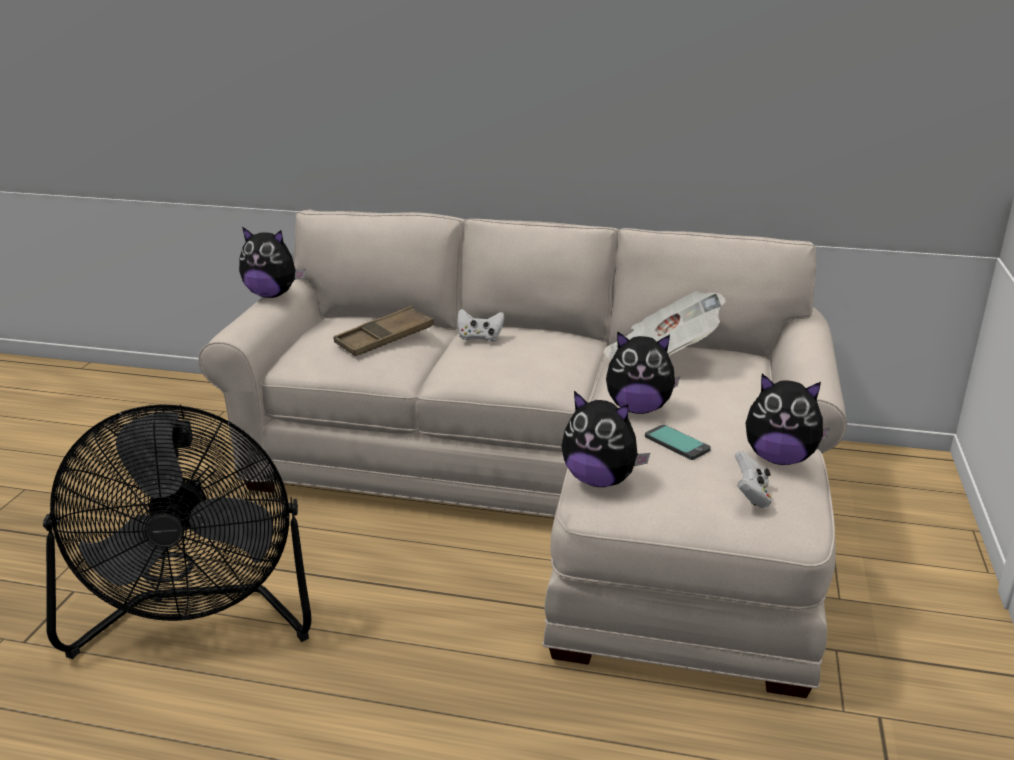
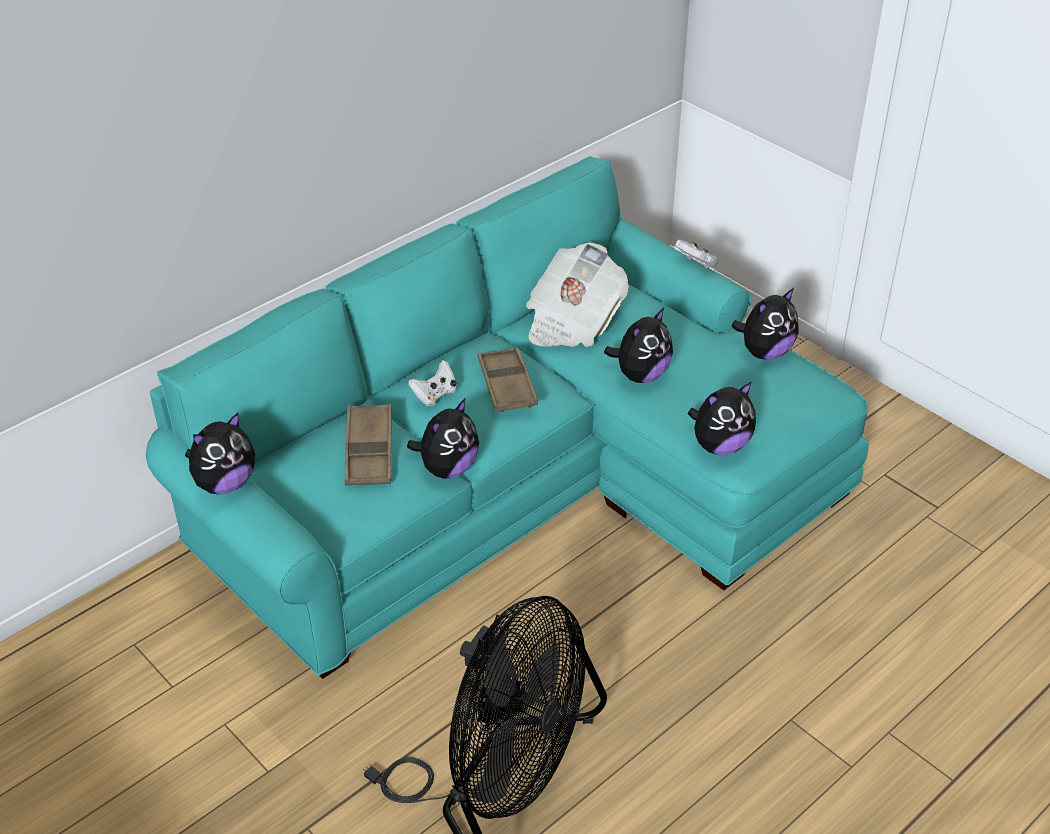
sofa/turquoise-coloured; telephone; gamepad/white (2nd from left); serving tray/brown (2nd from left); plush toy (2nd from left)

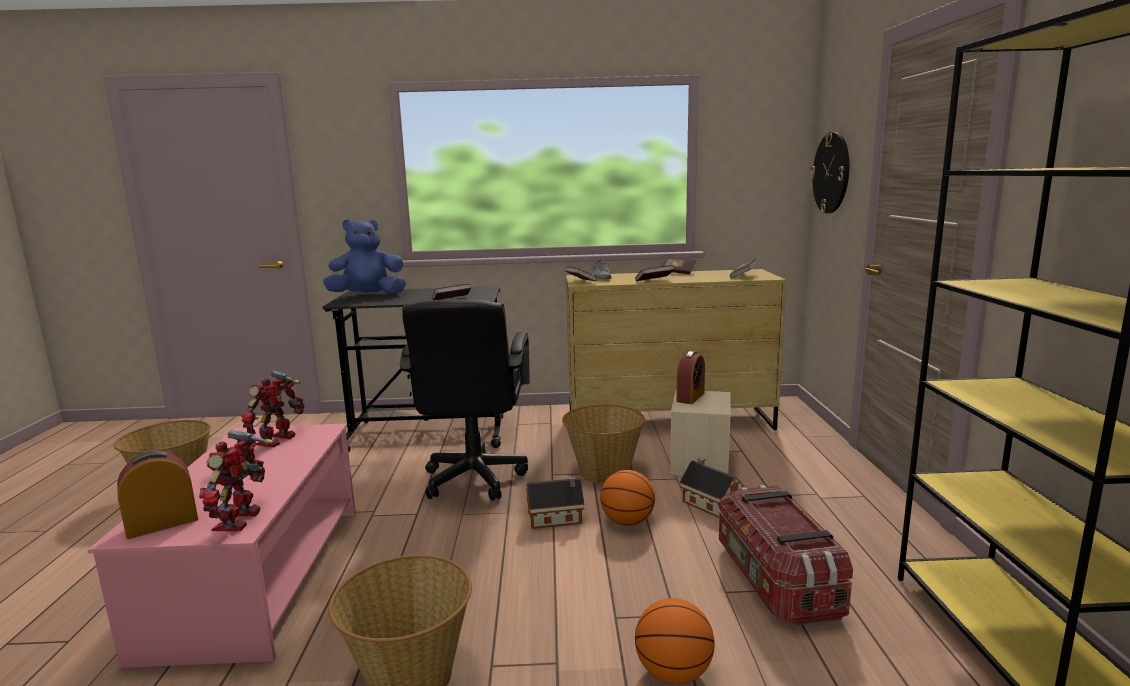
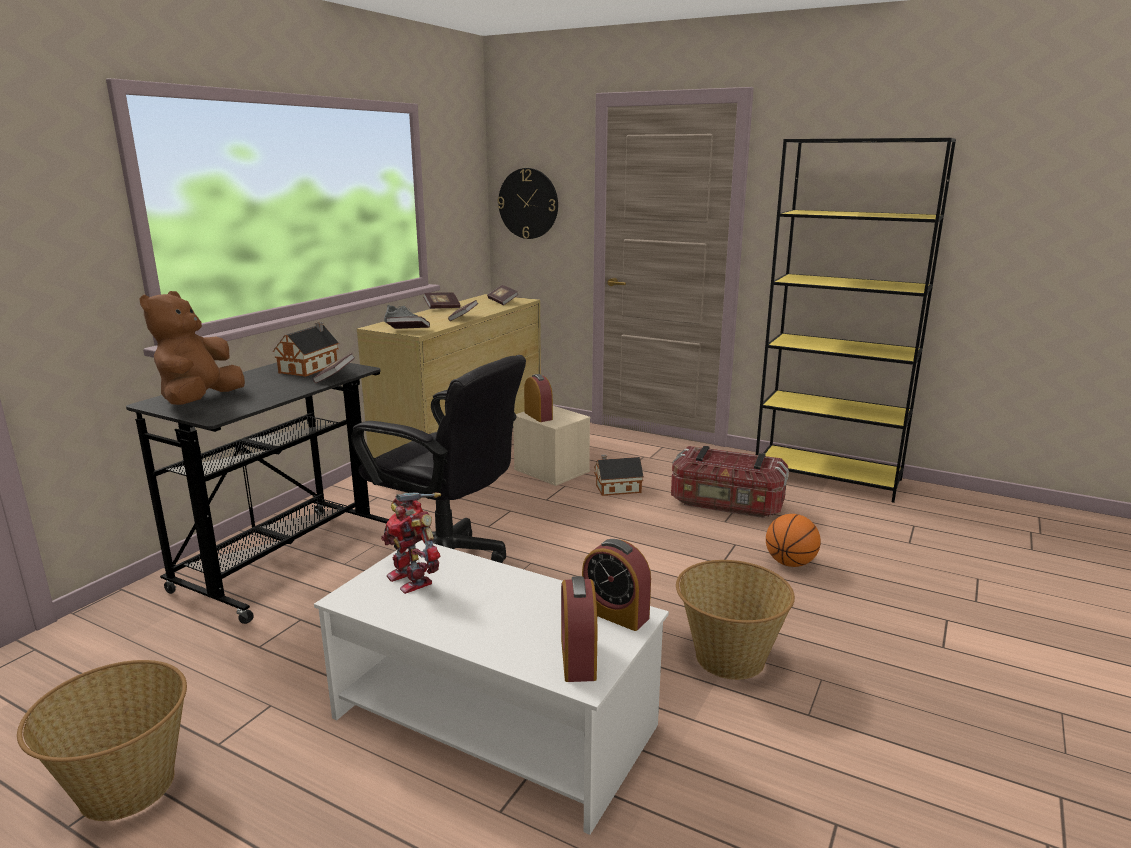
plush toy/brown; storage basket (3rd from left in the first image); low table/white; alarm clock (3rd from left); basketball (1st from left in the first image); toy house (1st from left)

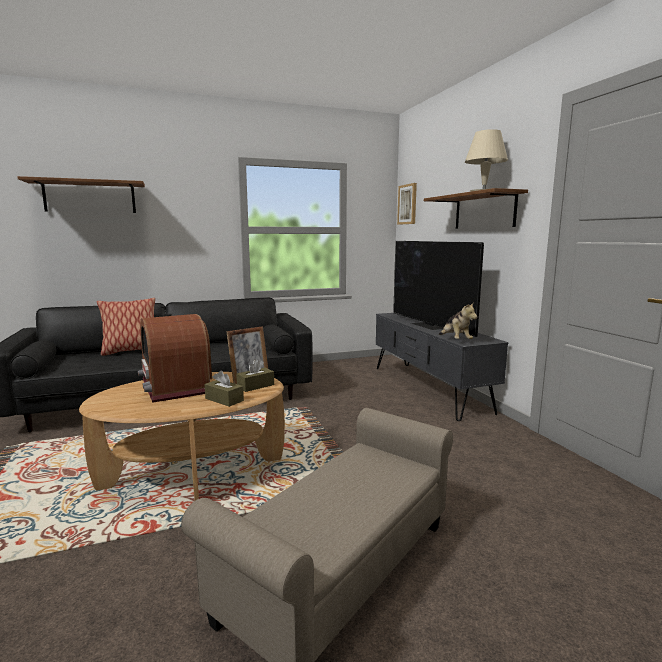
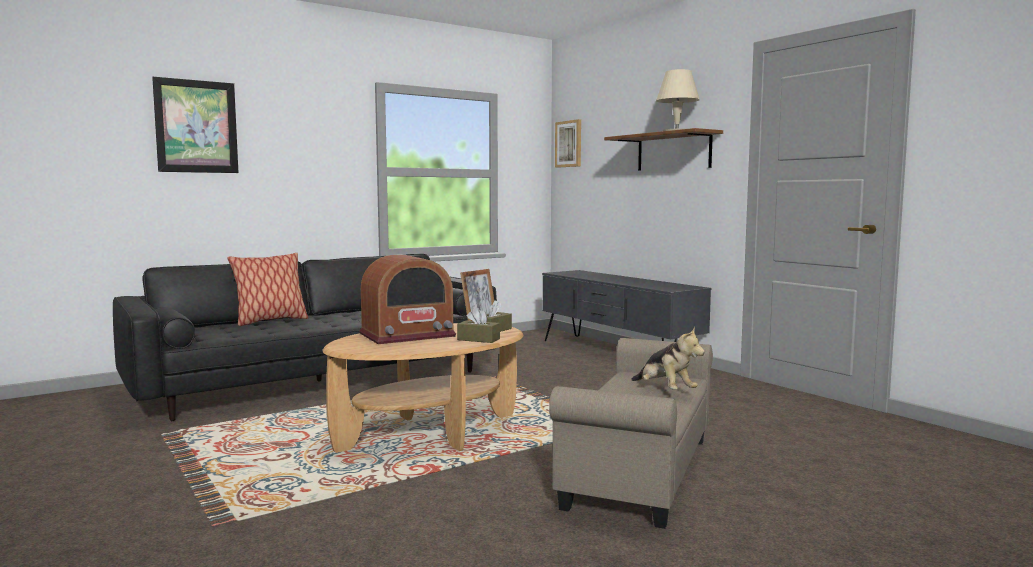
wall art (1st from left); television; plush toy; radio

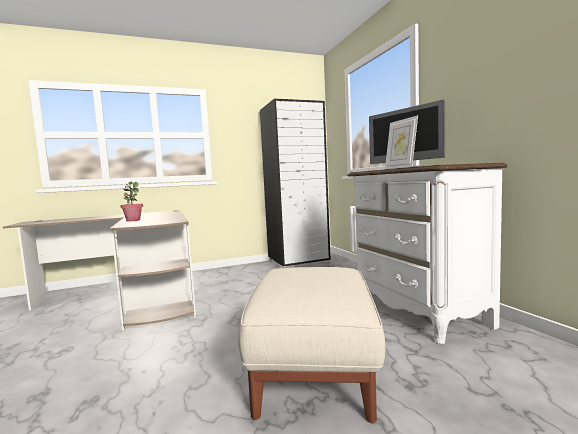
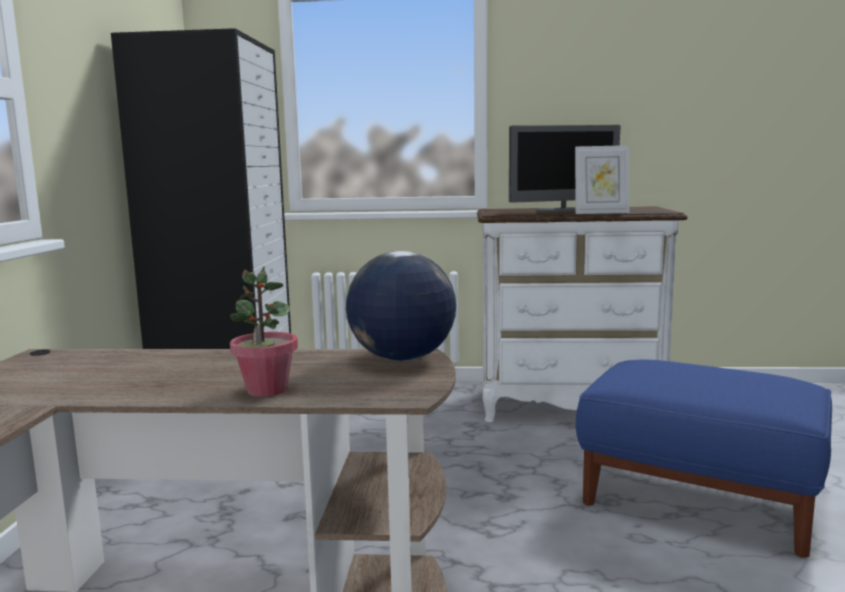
footrest/bluish; world globe

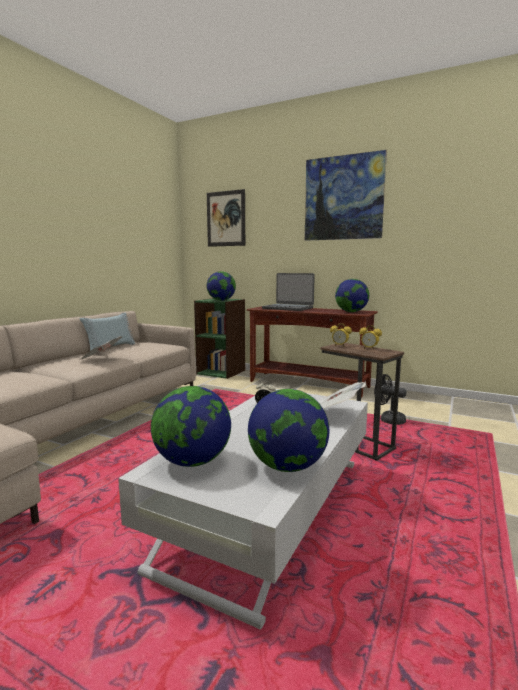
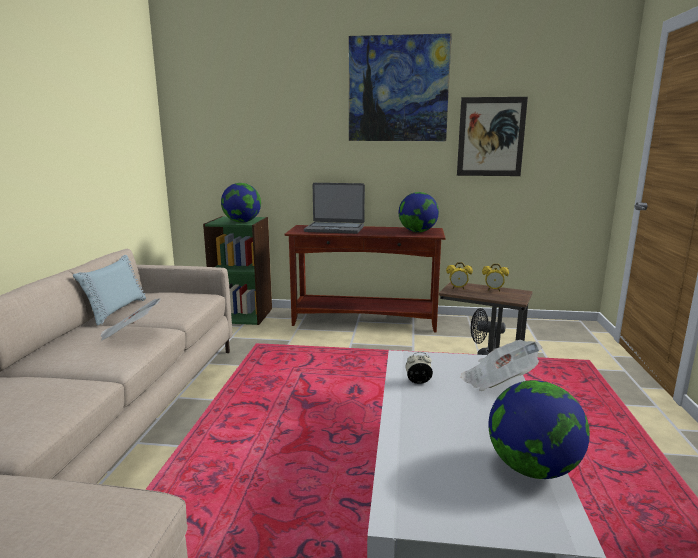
wall art (2nd from left); world globe (1st from left in the first image)

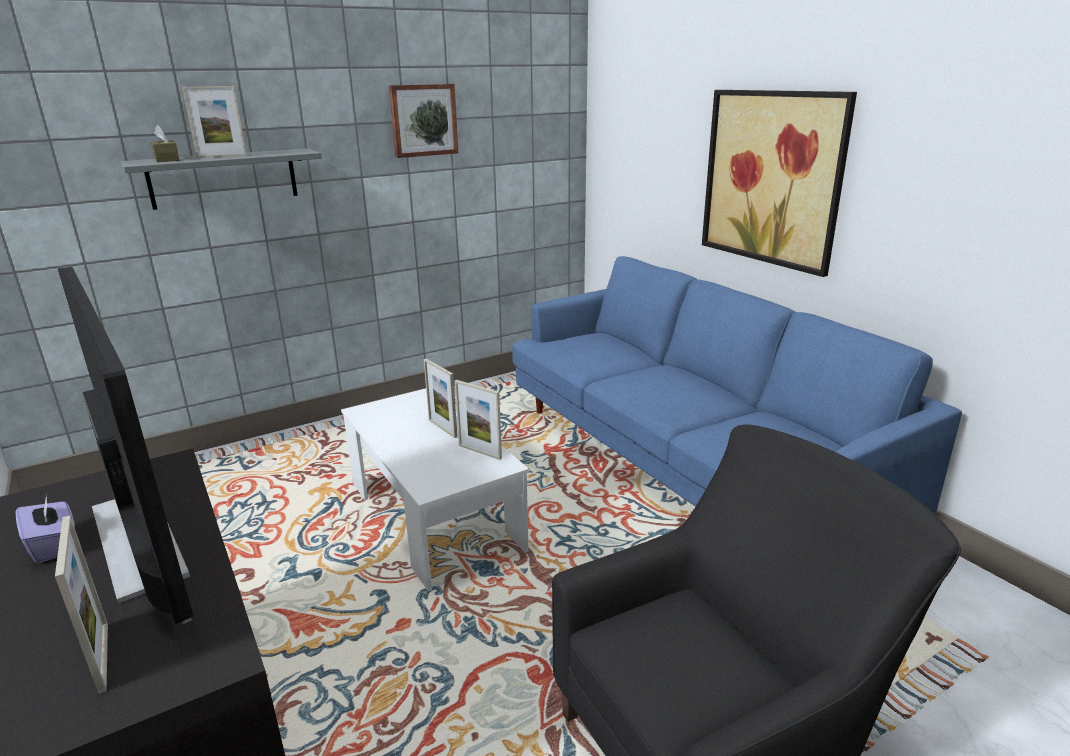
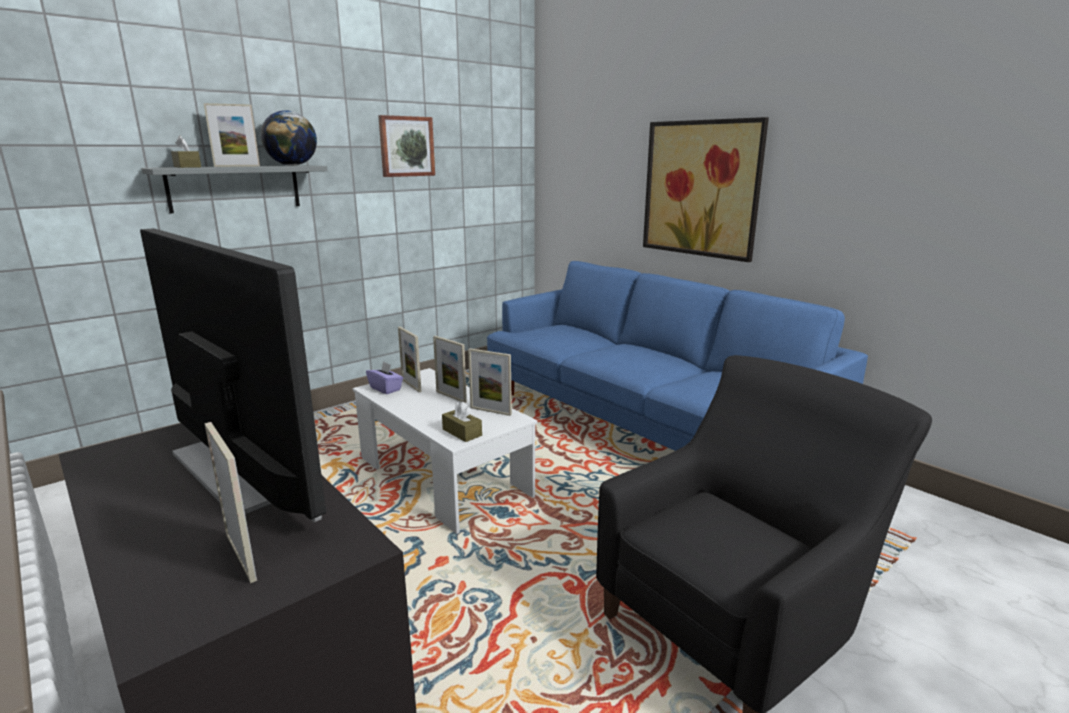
tissue holder/purplish; world globe; photo frame (3rd from left); tissue holder/brown (2nd from left)

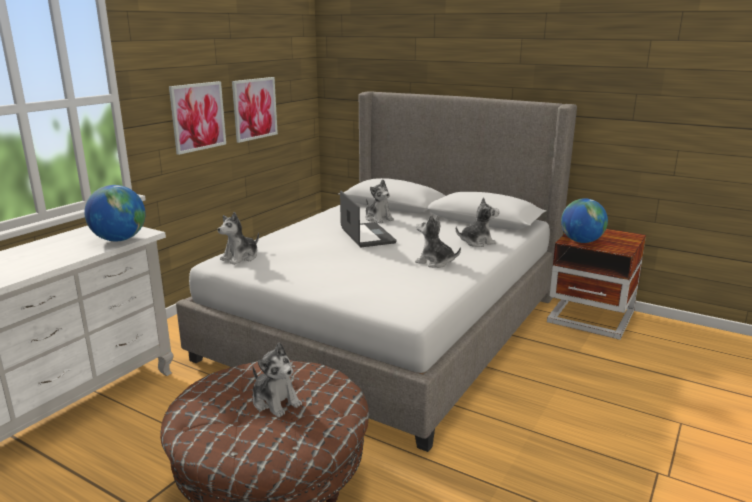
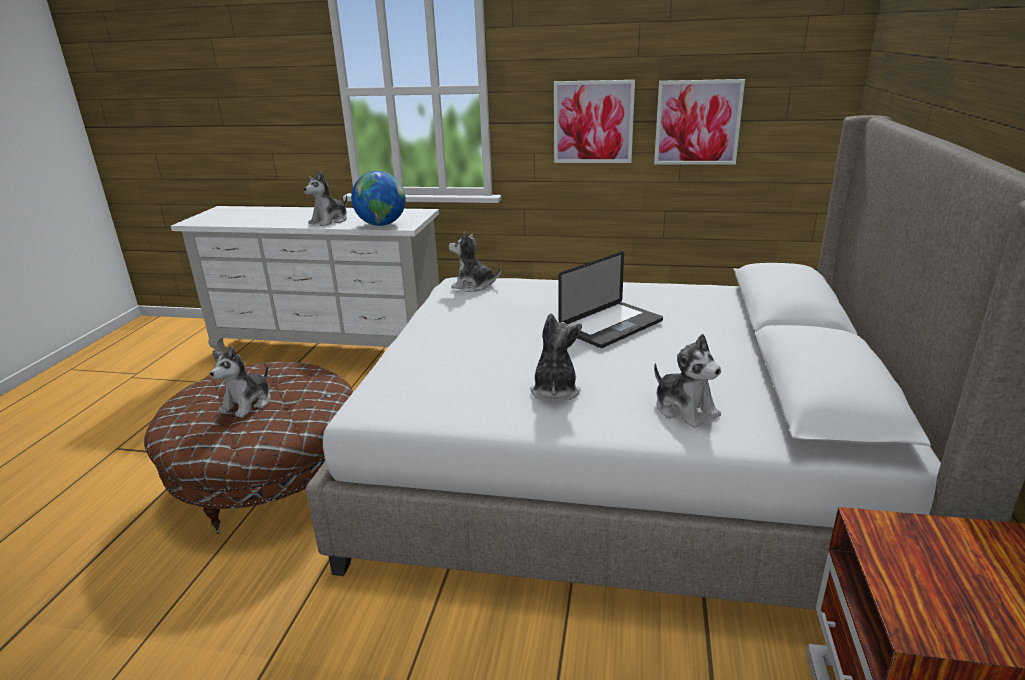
plush toy (2nd from left); world globe (2nd from left in the first image)

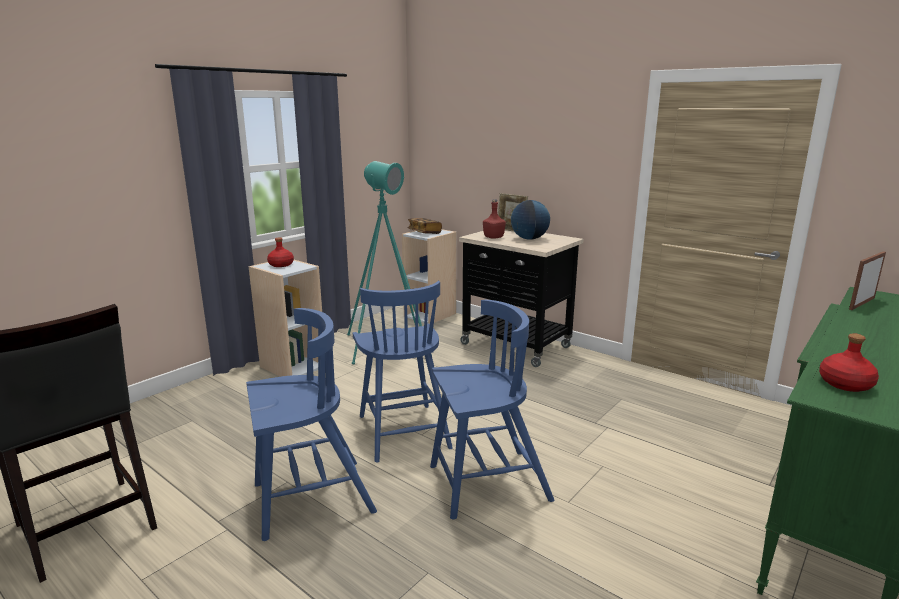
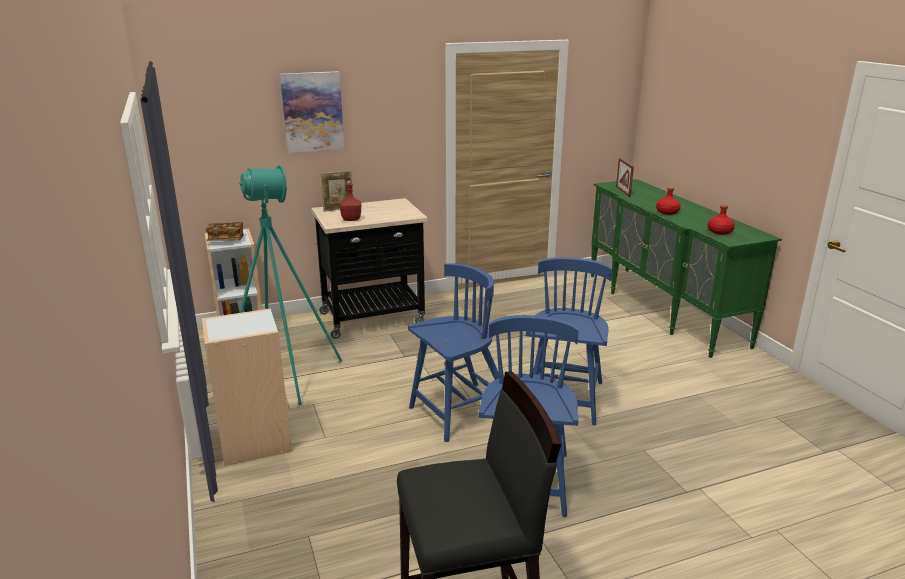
world globe; bottle/red (2nd from left); plain chair/bluish (1st from left); wall art

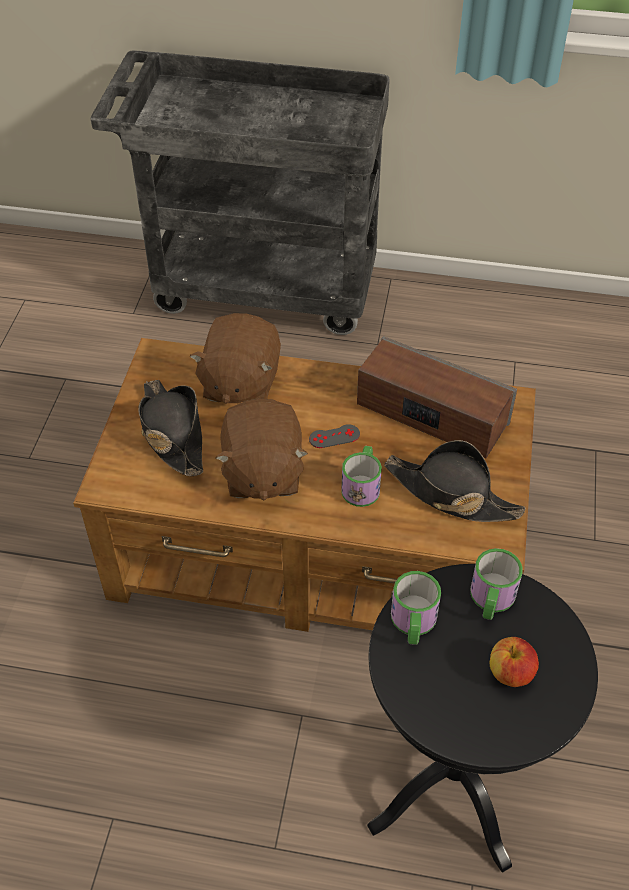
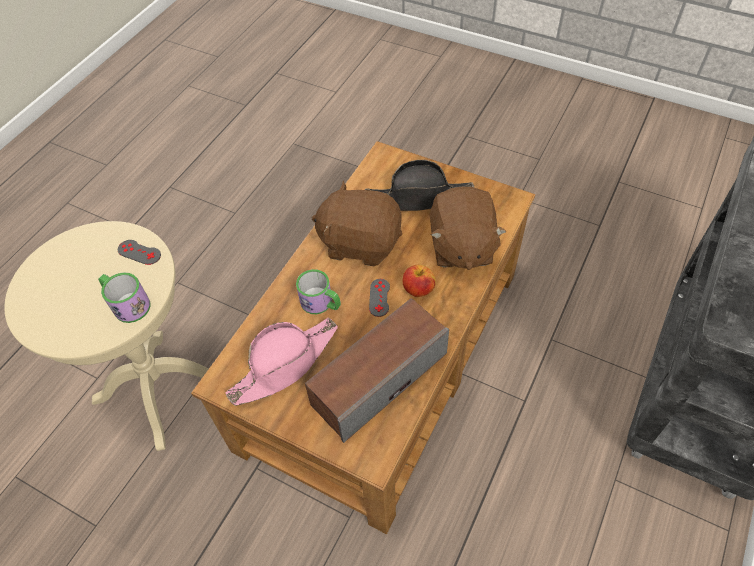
plush toy/brown (2nd from left); clothing hat/pink; end table/beige-coloured; gamepad/grey (1st from left); apple fruit

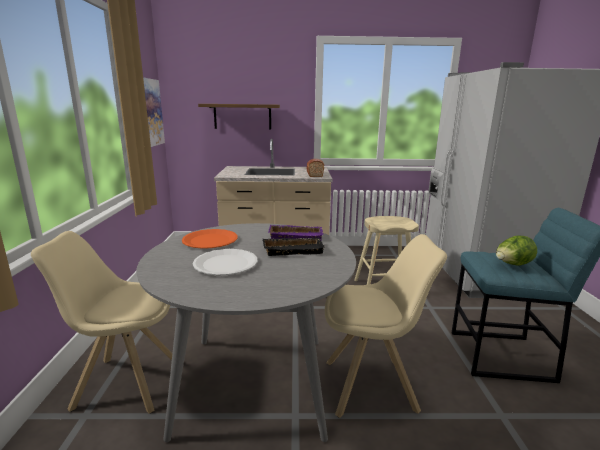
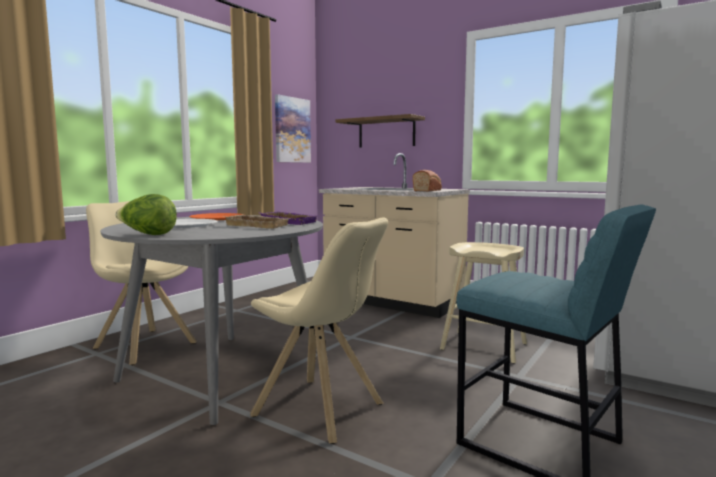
lettuce head; serving tray/beige-coloured

